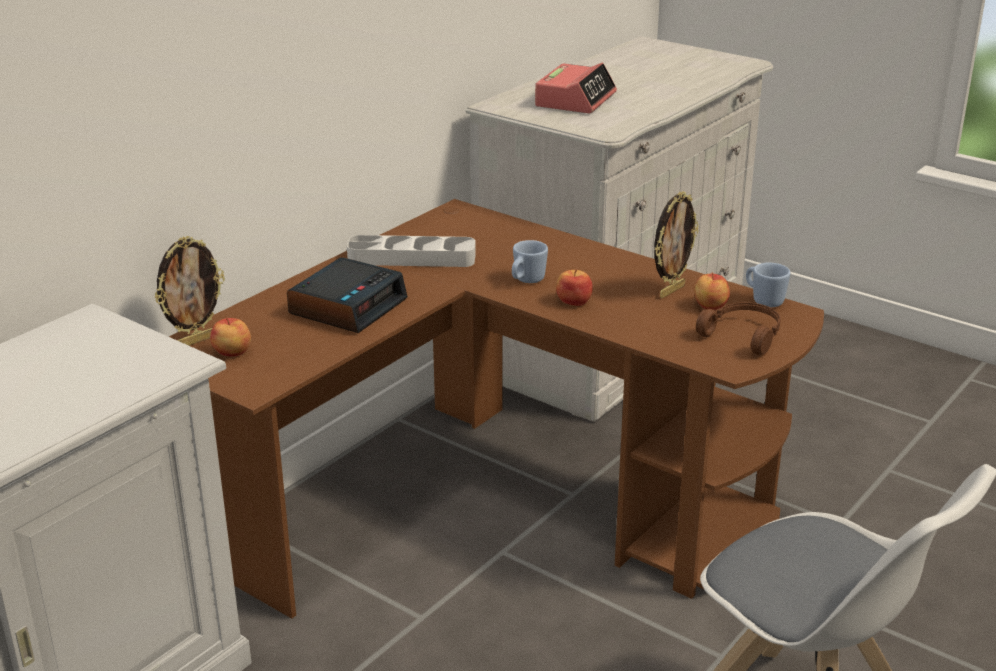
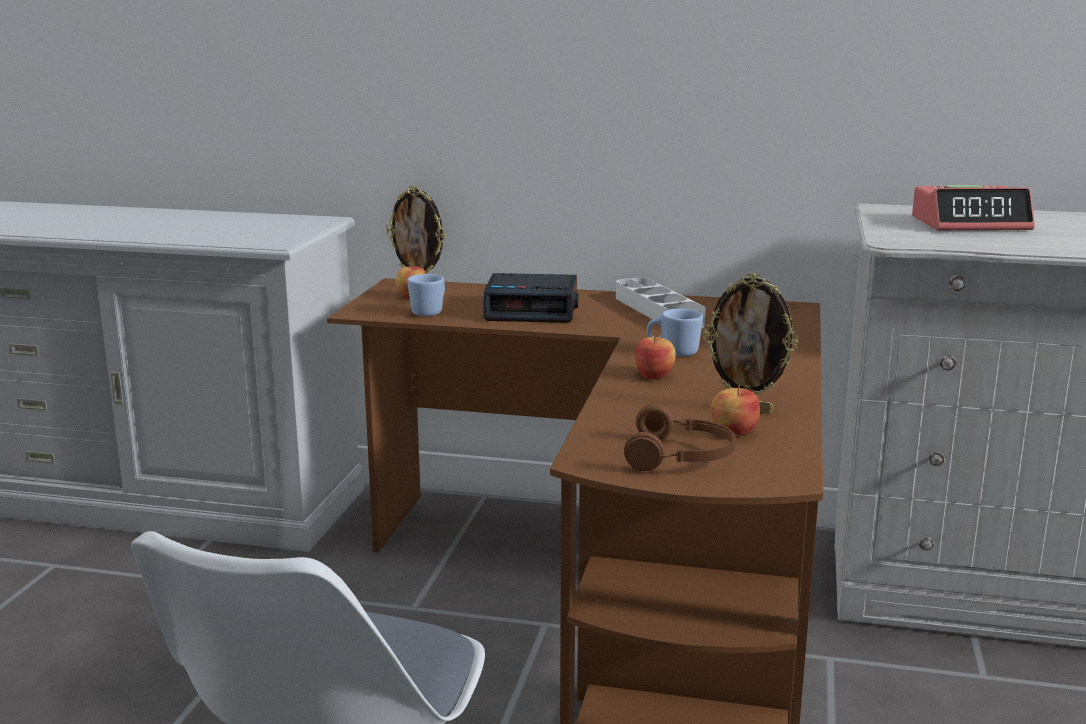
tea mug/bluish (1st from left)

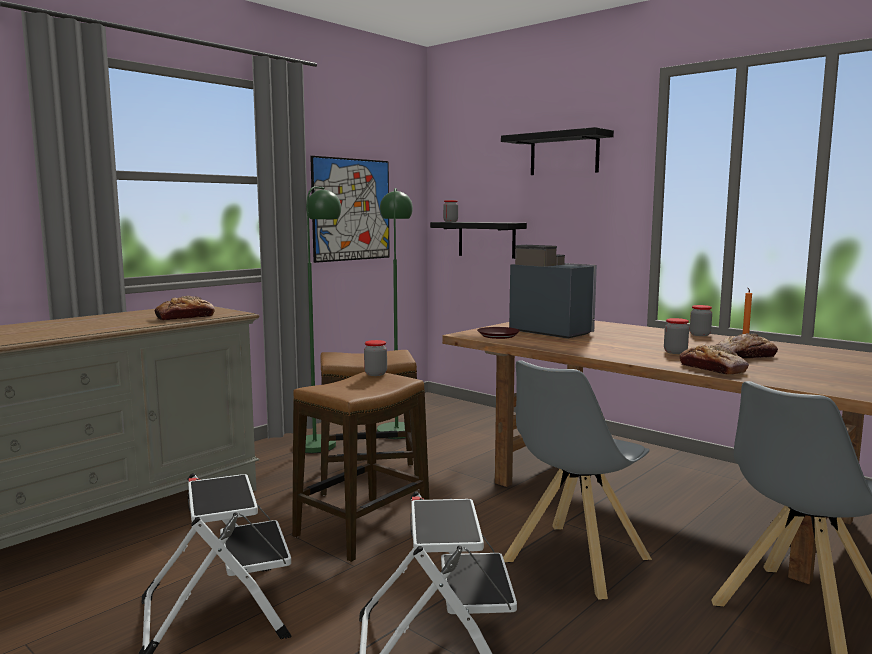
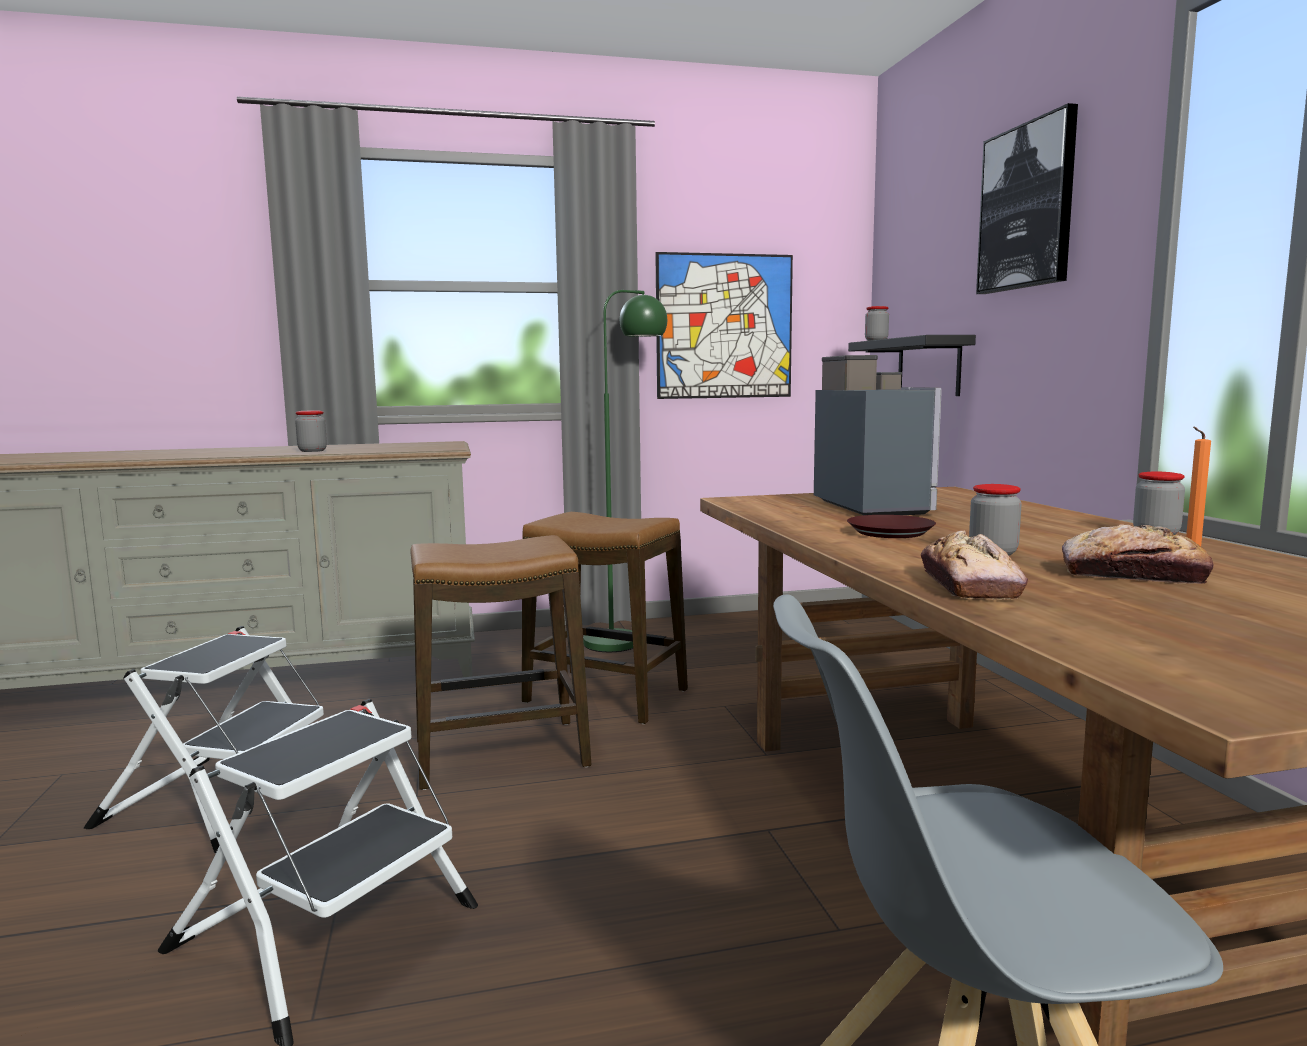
wall art (2nd from left); standard lamp/green-coloured (2nd from left in the first image); baked bread (1st from left in the first image); plate/brown; jar (1st from left); plain chair/grey (1st from left in the first image)

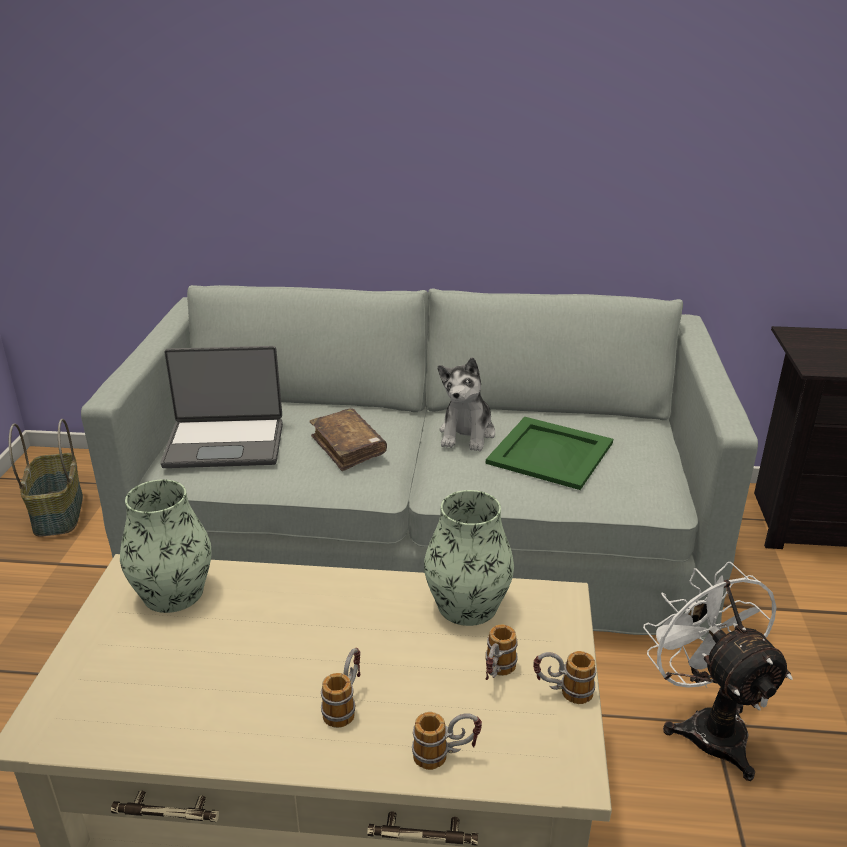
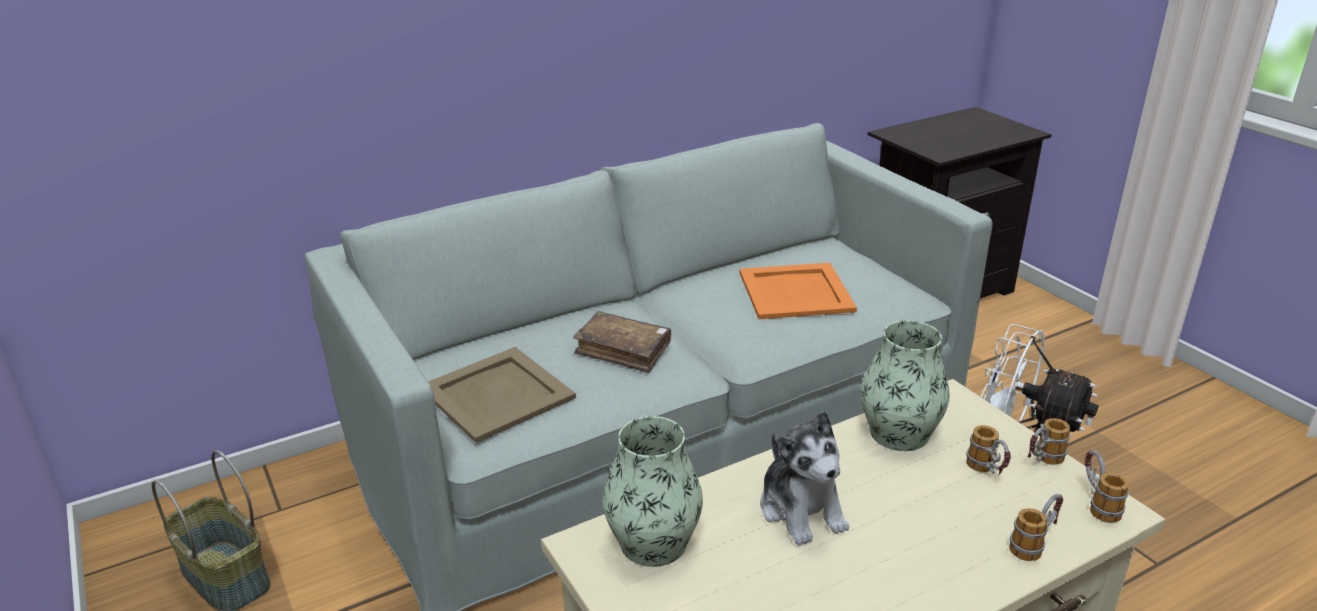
serving tray/beige-coloured; plush toy; serving tray/orange; tea mug (4th from left)

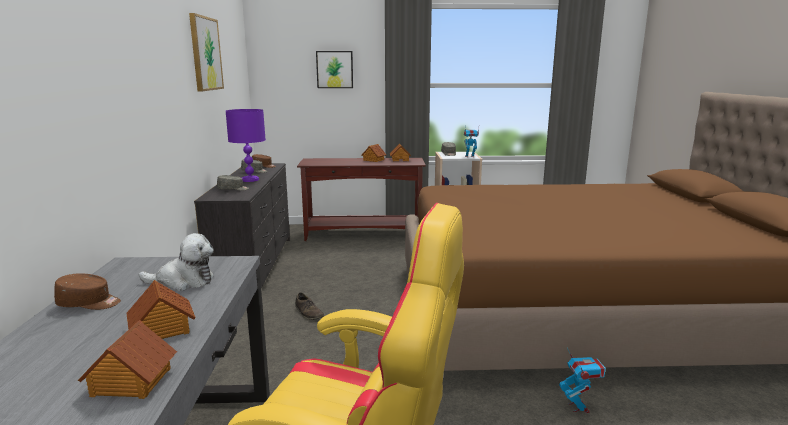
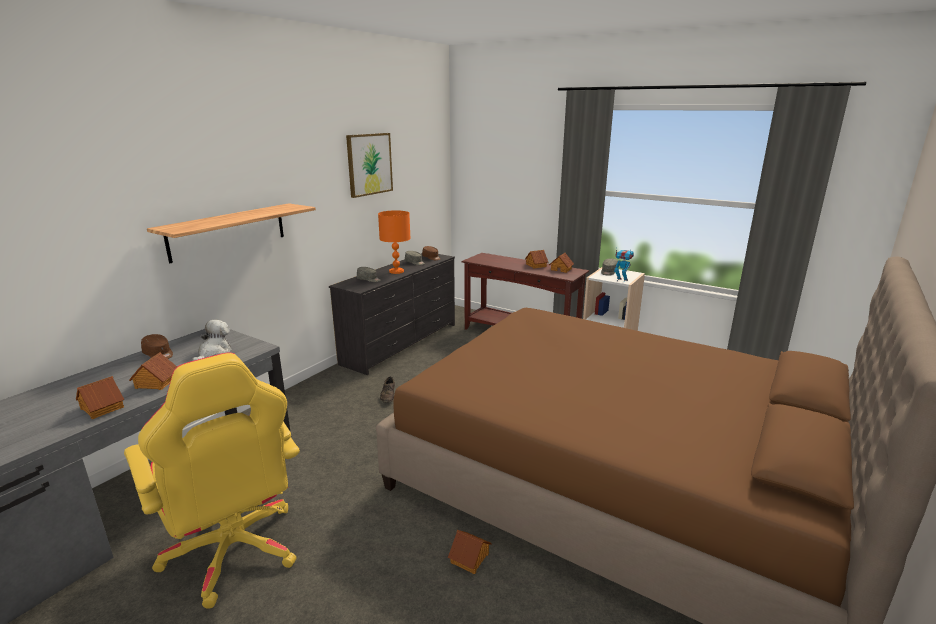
wall art (2nd from left in the first image); tabletop lamp/orange; plush toy; toy house (3rd from left); bracket shelf

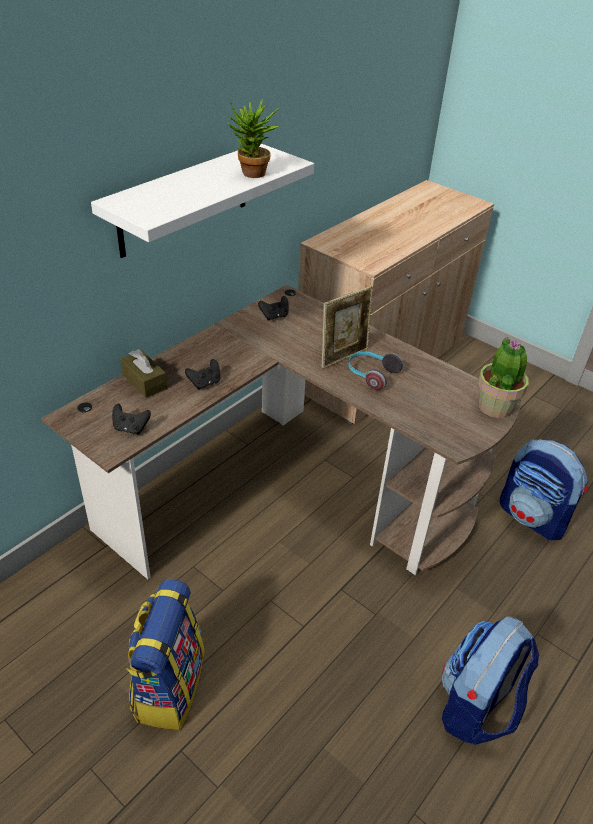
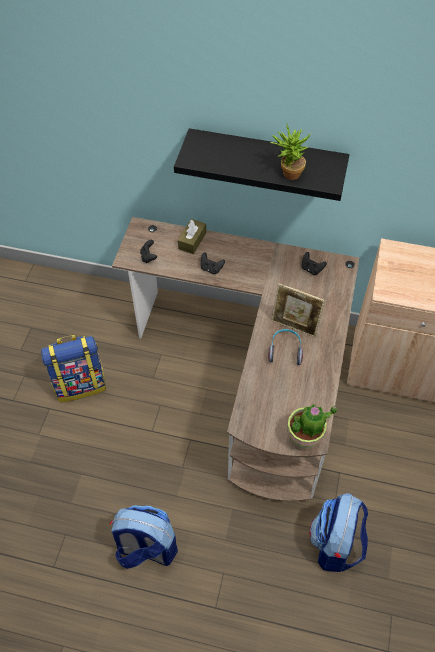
bracket shelf/black

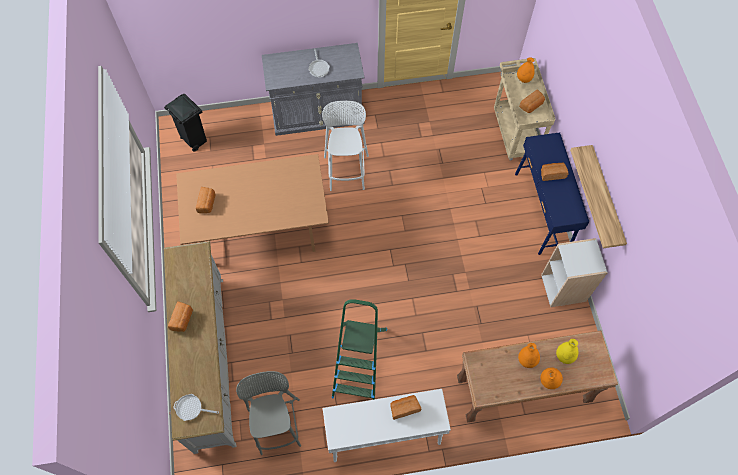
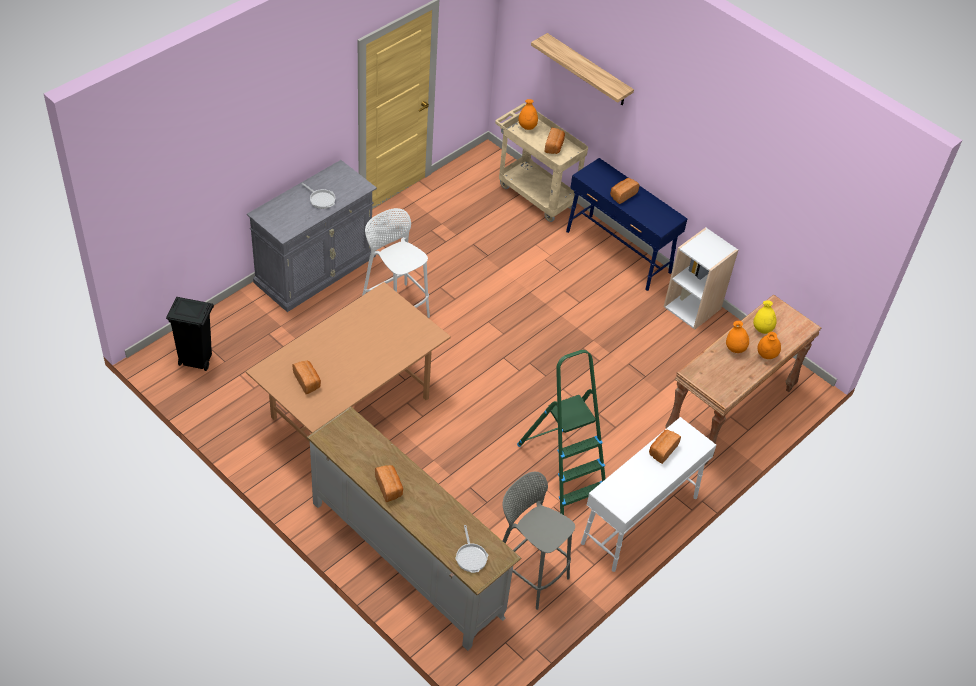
bracket shelf; pan (2nd from left)

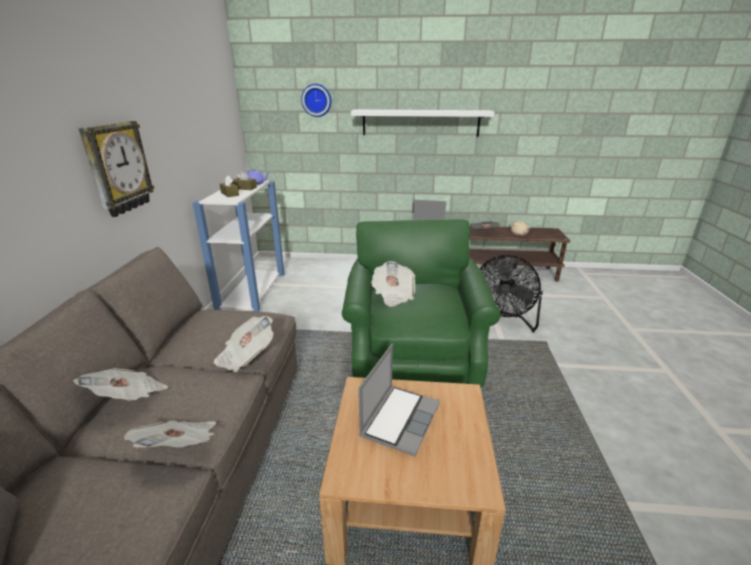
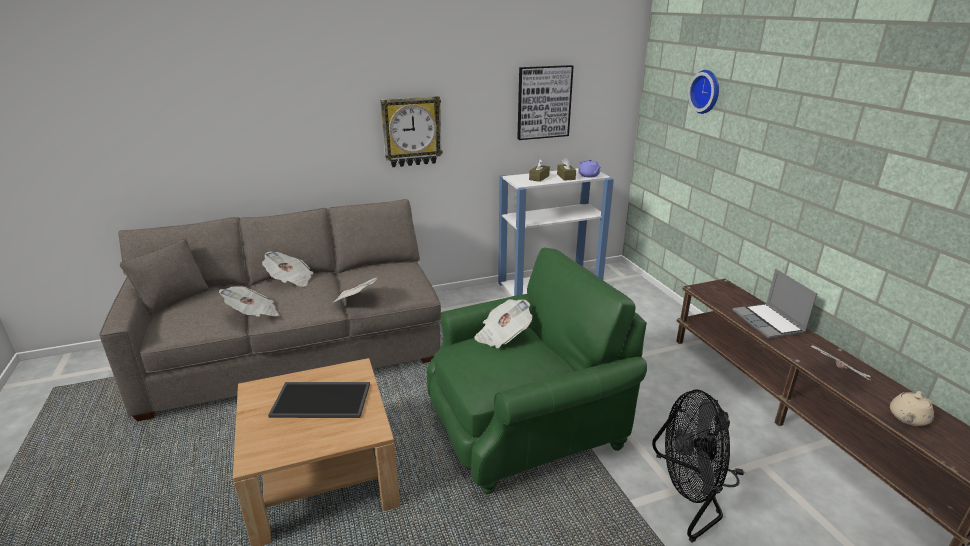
bracket shelf/white; serving tray; wall art

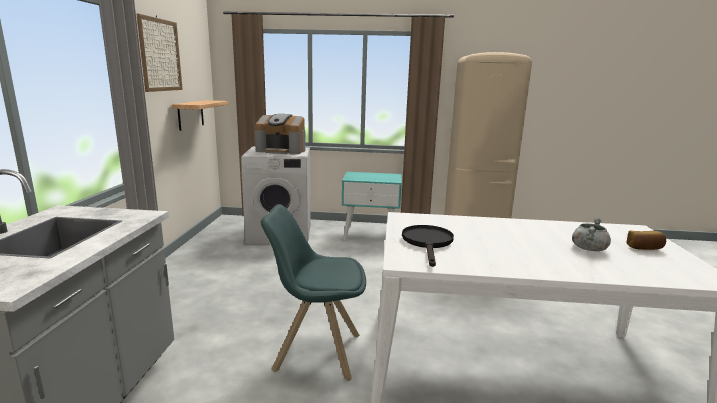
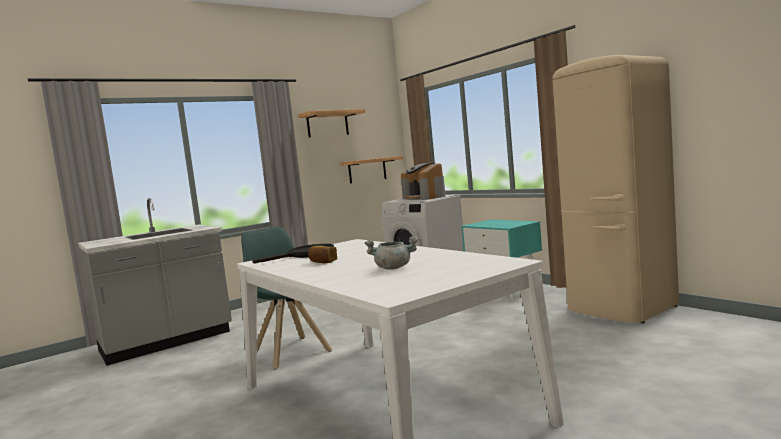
bracket shelf (1st from left); baked bread

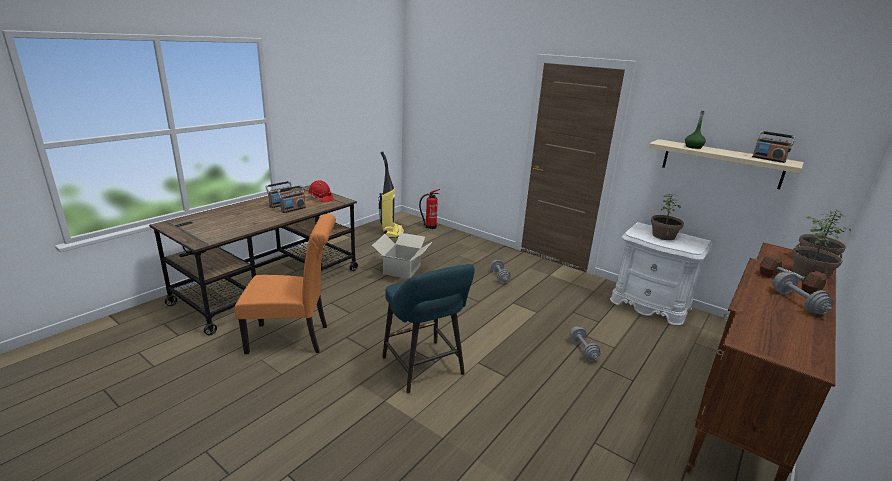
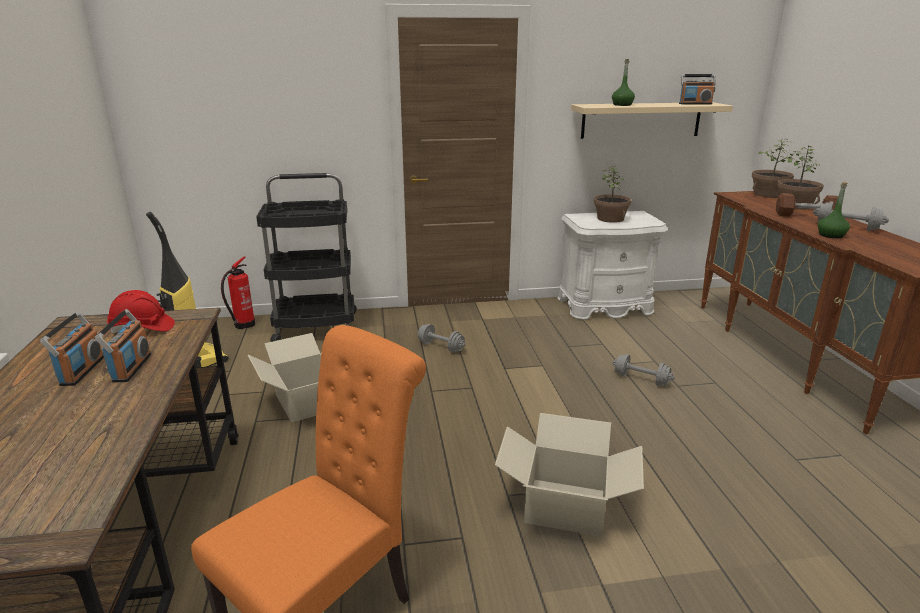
cardboard box (2nd from left); cart/black; bottle/green-coloured (2nd from left)

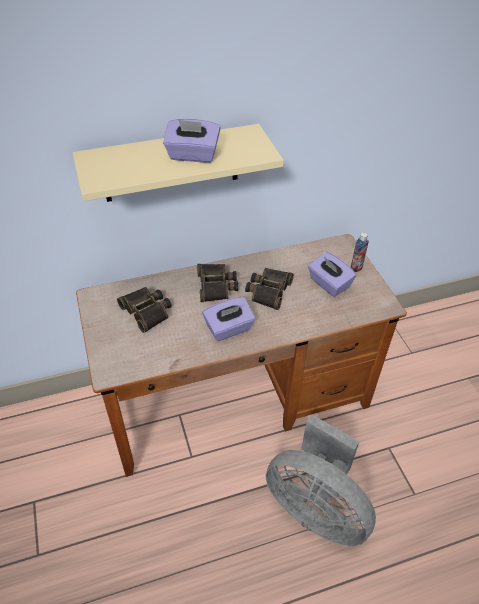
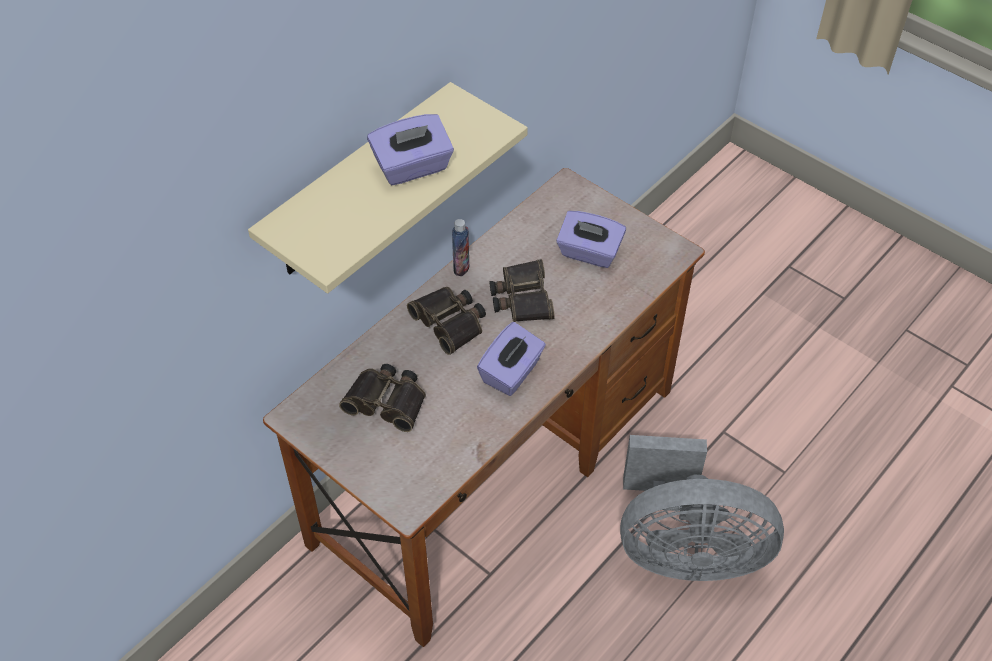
bottle

